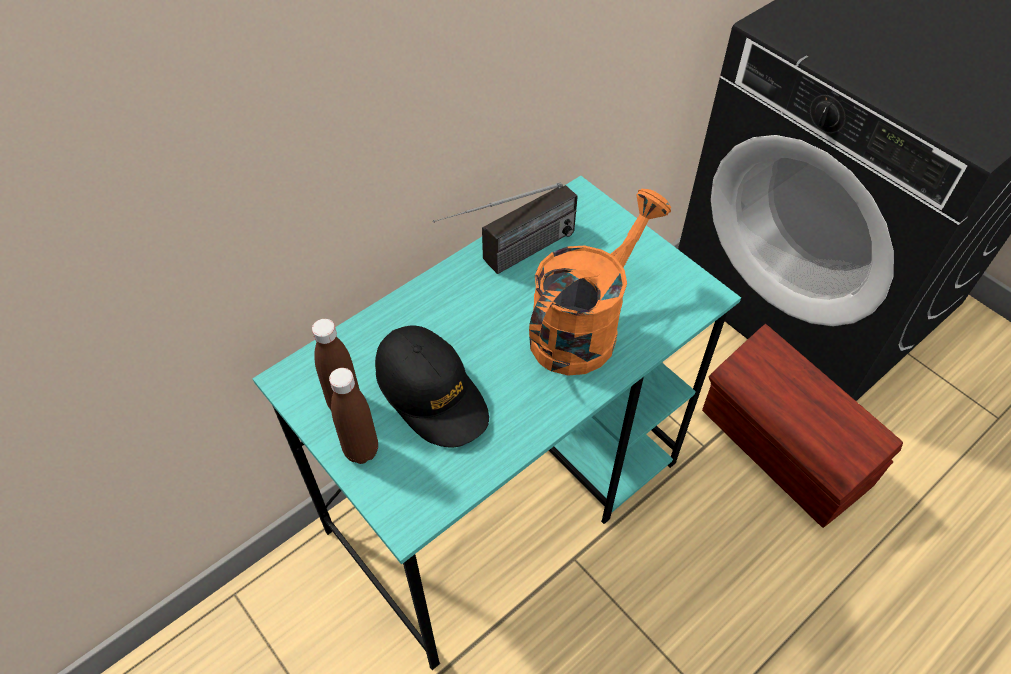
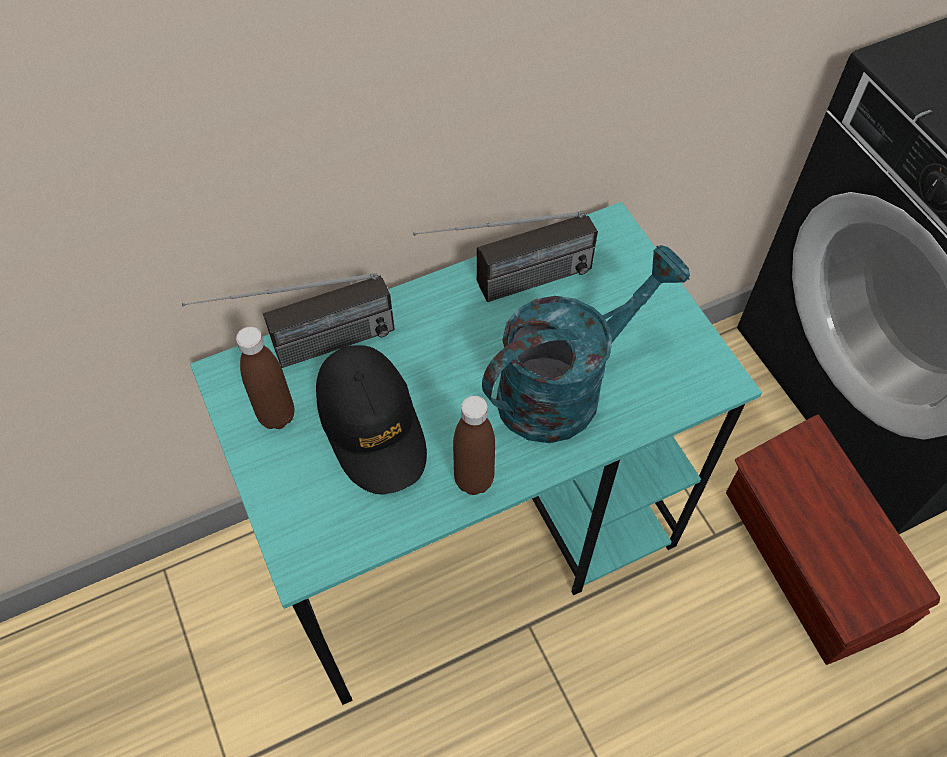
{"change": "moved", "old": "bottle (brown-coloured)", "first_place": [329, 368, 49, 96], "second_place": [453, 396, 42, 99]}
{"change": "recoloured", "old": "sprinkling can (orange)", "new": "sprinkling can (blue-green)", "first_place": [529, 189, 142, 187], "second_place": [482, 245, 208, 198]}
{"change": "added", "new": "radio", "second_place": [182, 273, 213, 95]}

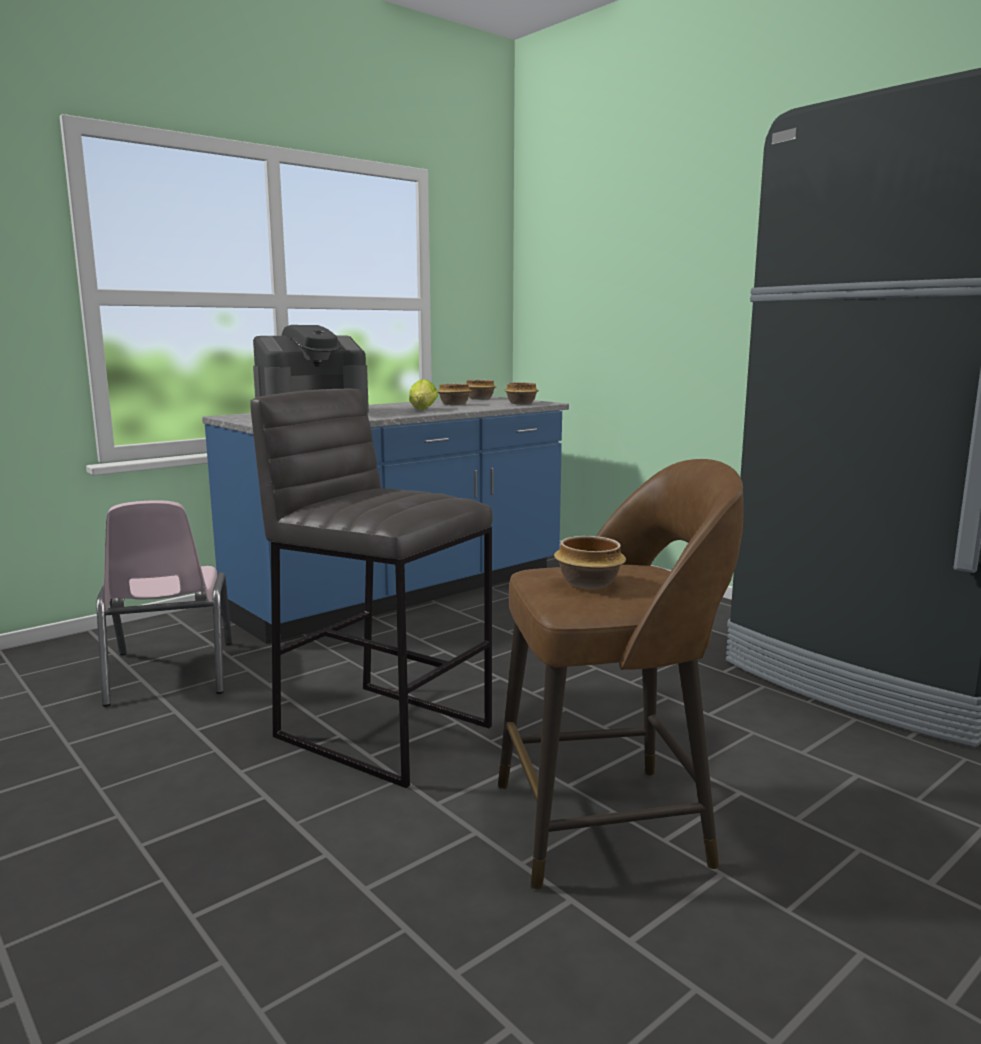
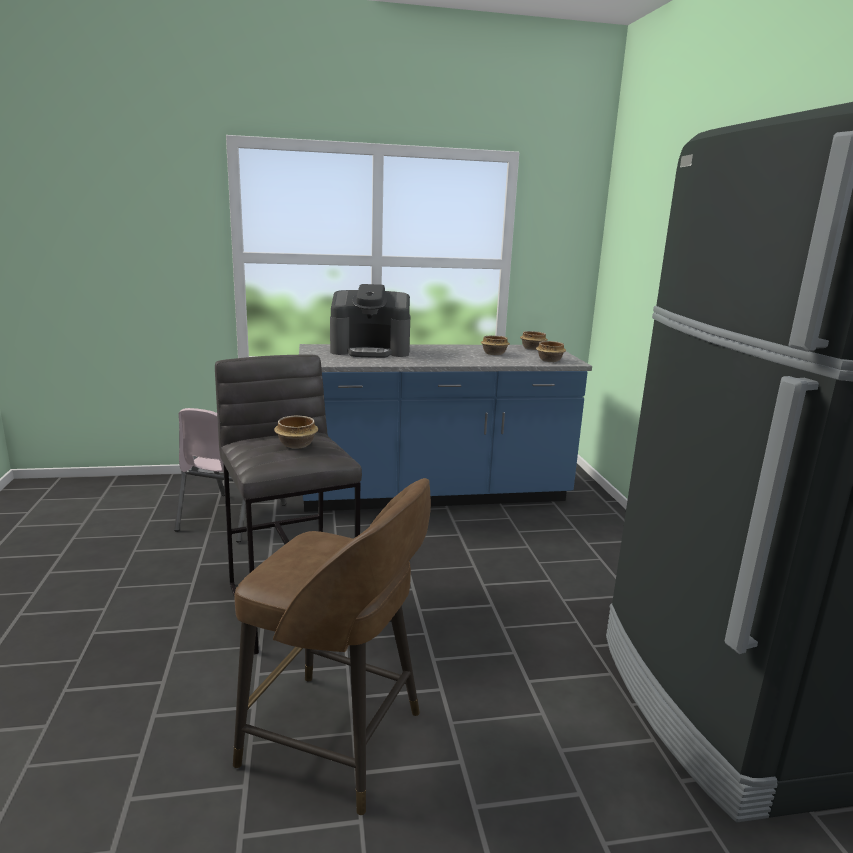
{"change": "removed", "old": "lettuce", "first_place": [409, 379, 29, 30]}
{"change": "moved", "old": "serving bowl", "first_place": [554, 536, 72, 53], "second_place": [274, 415, 44, 34]}

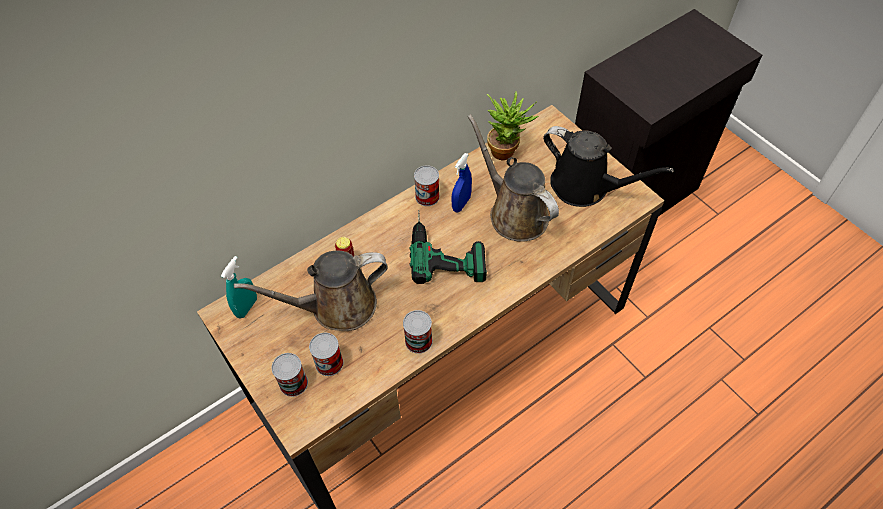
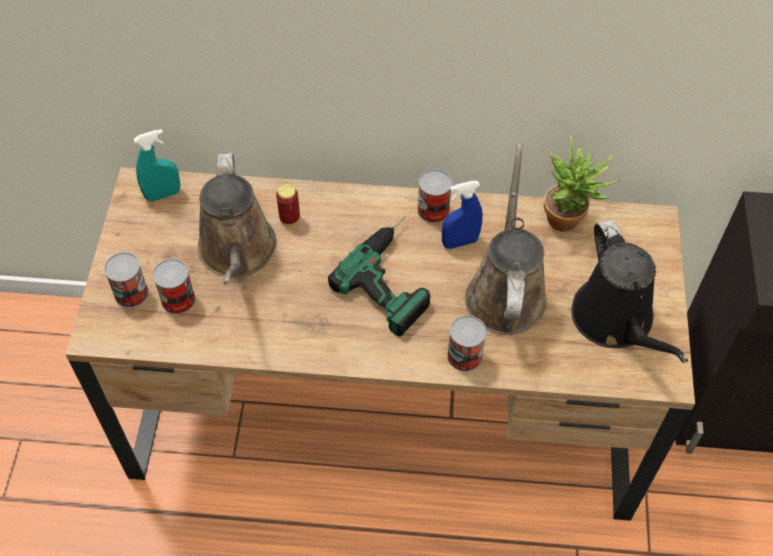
{"change": "turned", "old": "sprinkling can (brown-coloured)", "first_place": [234, 250, 154, 81], "second_place": [198, 153, 79, 131], "degrees": -120}
{"change": "moved", "old": "can", "first_place": [403, 310, 30, 44], "second_place": [447, 315, 40, 57]}

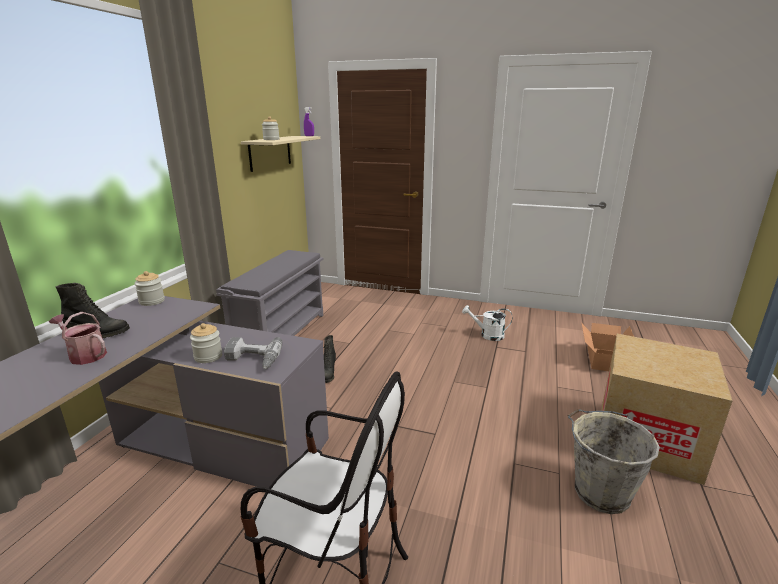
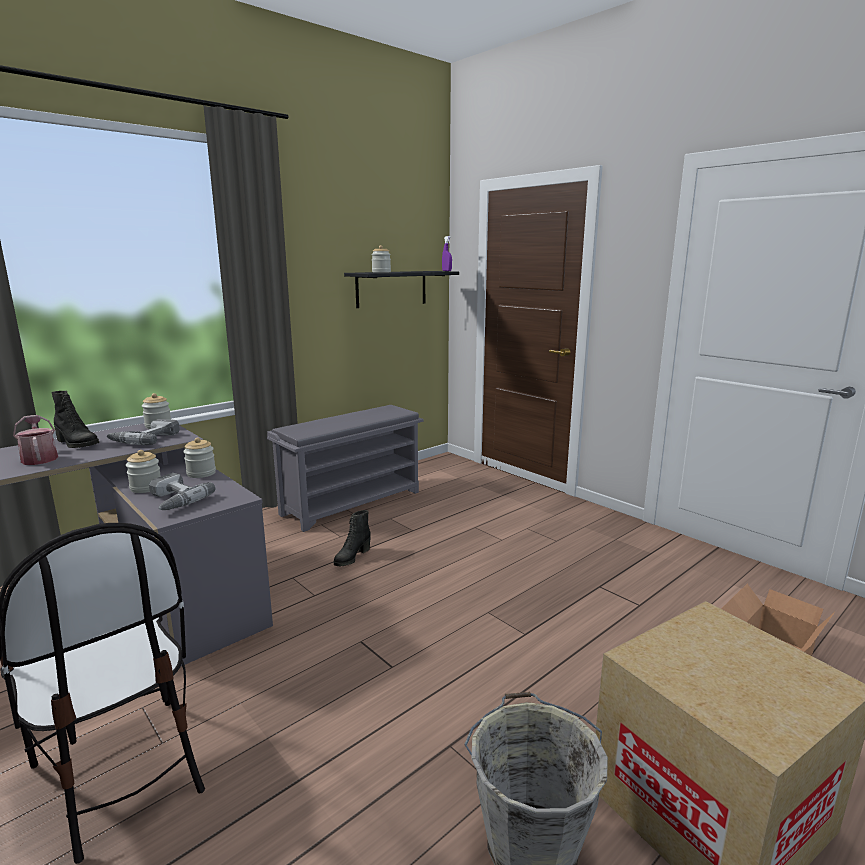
{"change": "recoloured", "old": "bracket shelf (sand-coloured)", "new": "bracket shelf (black)", "first_place": [241, 136, 79, 36], "second_place": [344, 271, 115, 37]}
{"change": "removed", "old": "sprinkling can (whitish)", "first_place": [462, 305, 50, 36]}
{"change": "added", "new": "drill", "second_place": [107, 419, 73, 26]}
{"change": "added", "new": "jar", "second_place": [183, 438, 33, 40]}

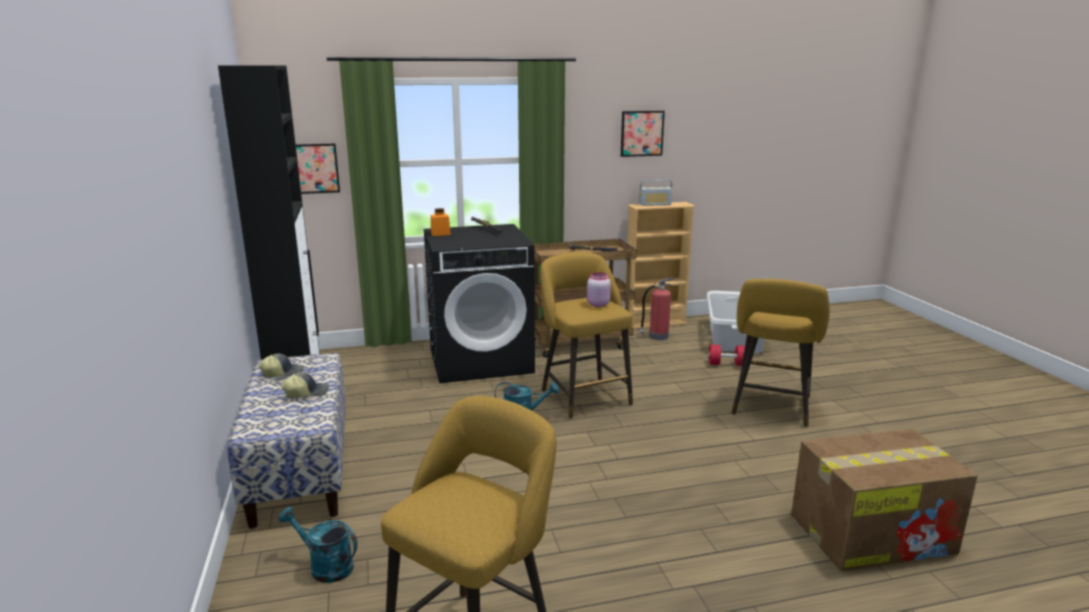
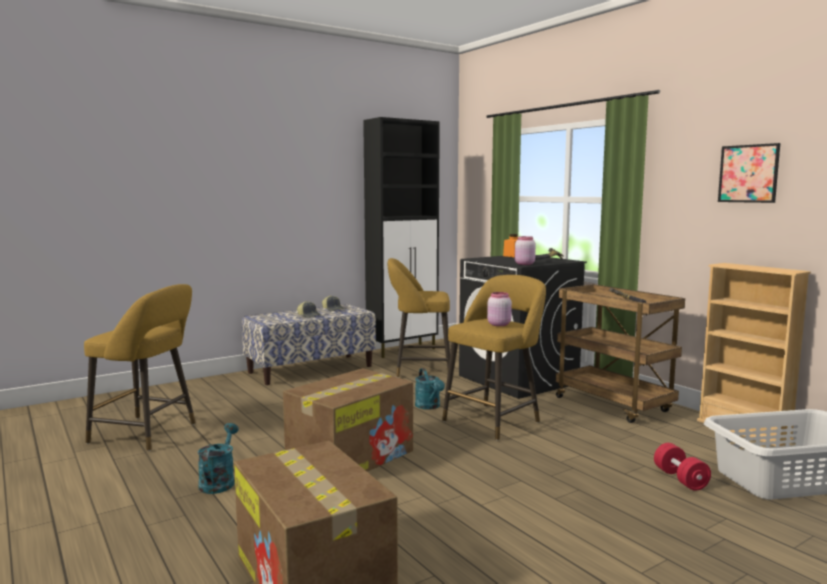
{"change": "moved", "old": "sprinkling can (blue-green)", "first_place": [279, 507, 79, 76], "second_place": [198, 423, 41, 71]}
{"change": "removed", "old": "picture", "first_place": [296, 144, 44, 50]}
{"change": "removed", "old": "radio", "first_place": [639, 180, 33, 26]}
{"change": "removed", "old": "extinguisher", "first_place": [640, 278, 34, 62]}
{"change": "moved", "old": "sitting stool (yellow-coloured)", "first_place": [731, 279, 99, 148], "second_place": [387, 258, 63, 120]}
{"change": "added", "new": "carton", "second_place": [283, 368, 130, 104]}
{"change": "added", "new": "jar (pink-coloured)", "second_place": [515, 236, 21, 29]}

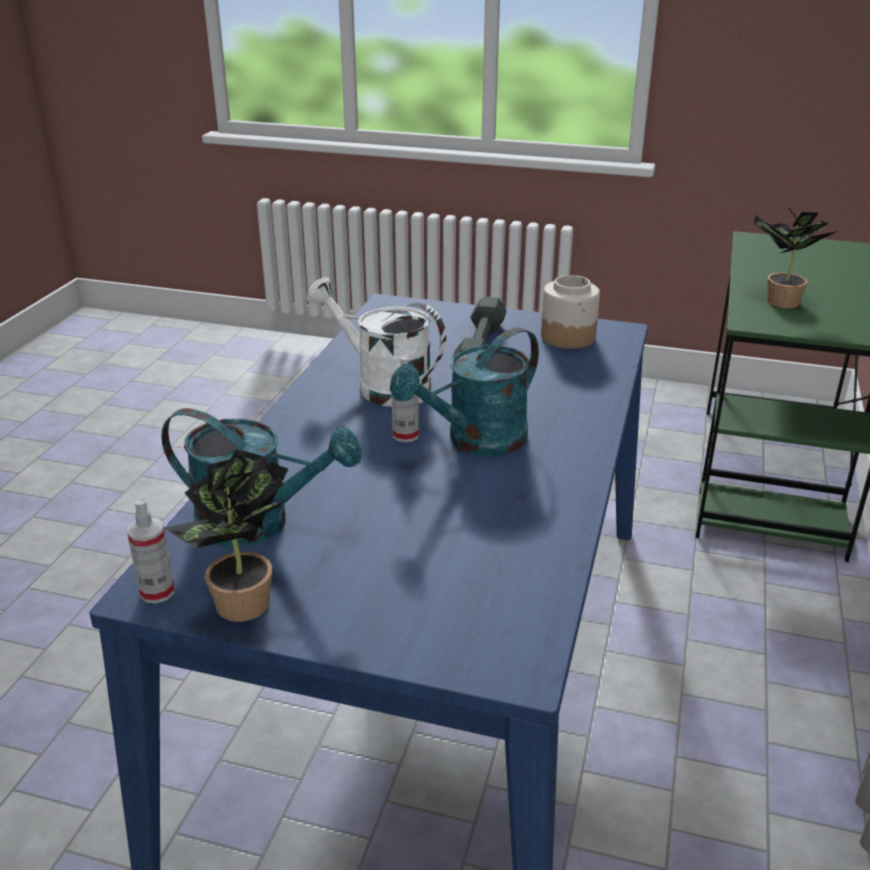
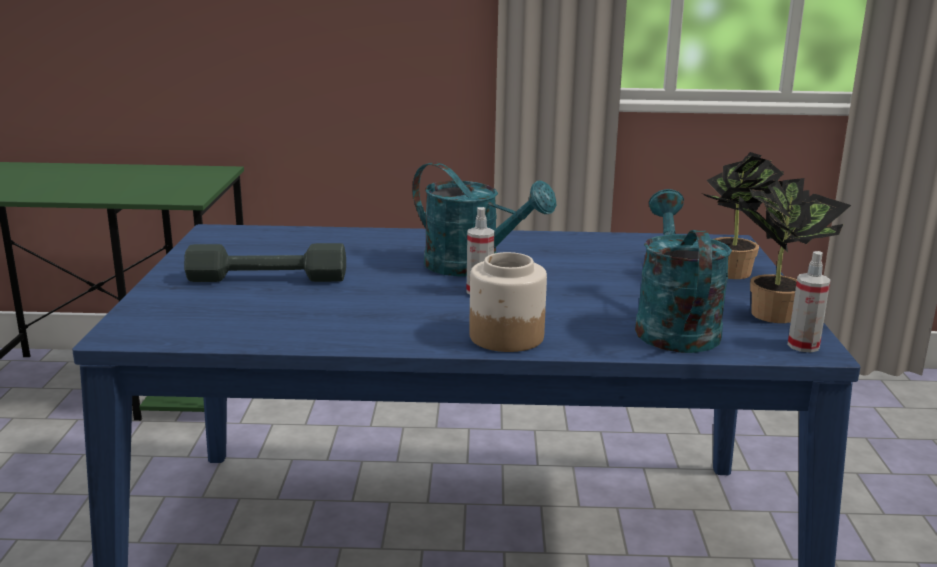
{"change": "removed", "old": "sprinkling can (whitish)", "first_place": [307, 277, 139, 130]}
{"change": "moved", "old": "jar", "first_place": [541, 275, 59, 74], "second_place": [469, 252, 78, 100]}
{"change": "moved", "old": "potted plant", "first_place": [754, 208, 83, 100], "second_place": [702, 152, 82, 127]}

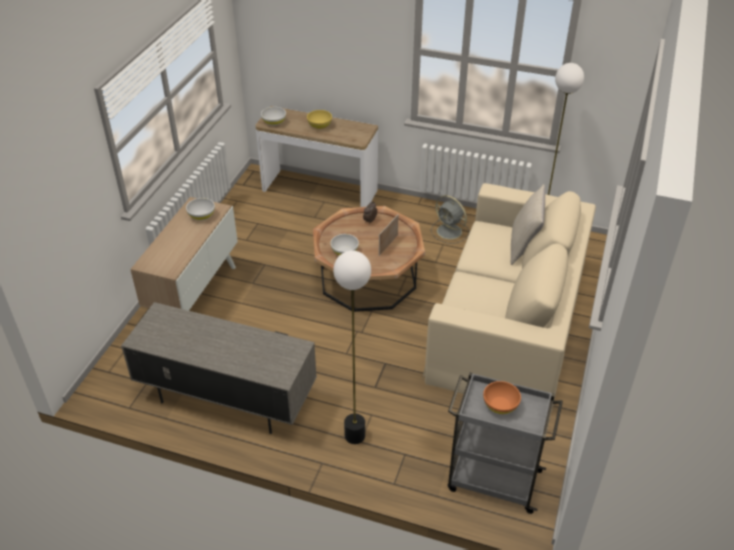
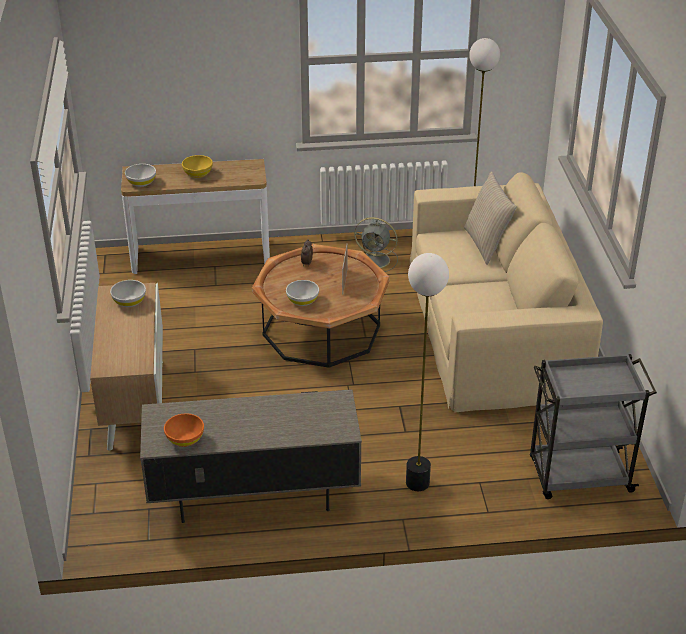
{"change": "moved", "old": "serving bowl (orange)", "first_place": [483, 381, 38, 33], "second_place": [164, 414, 40, 33]}

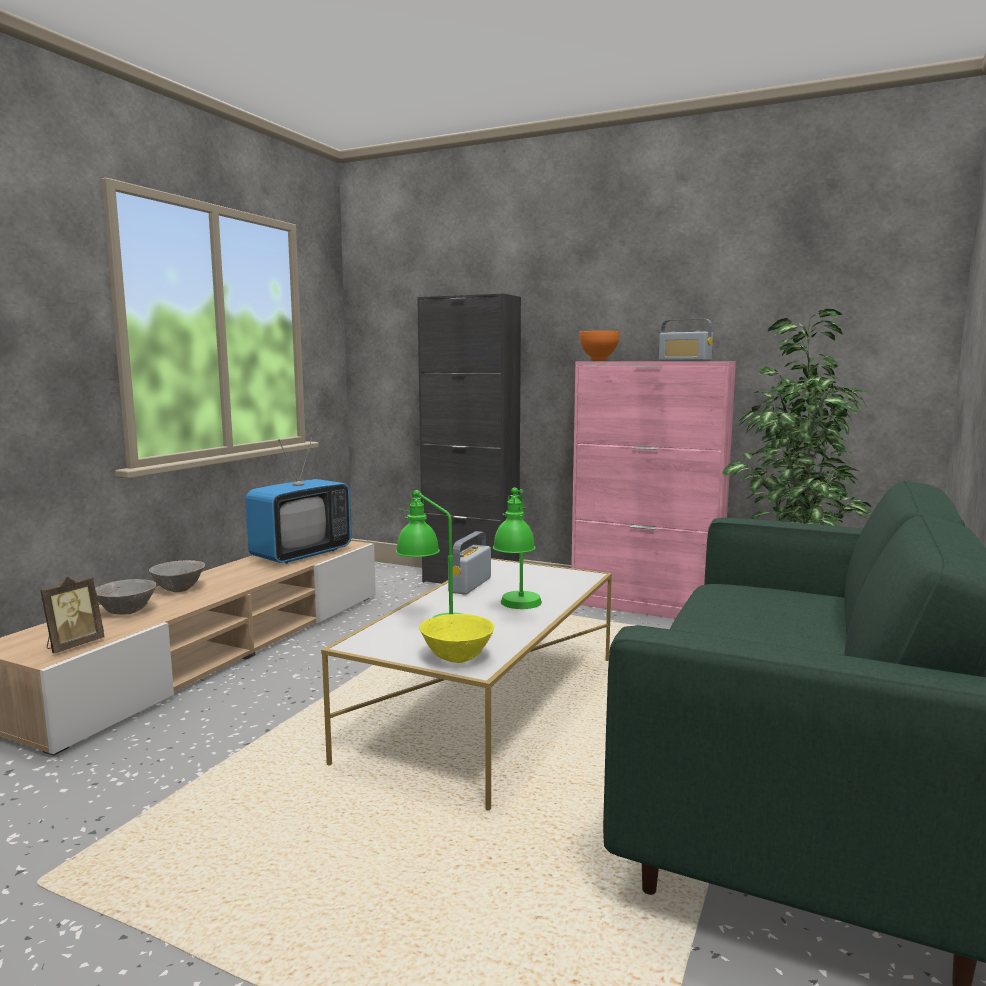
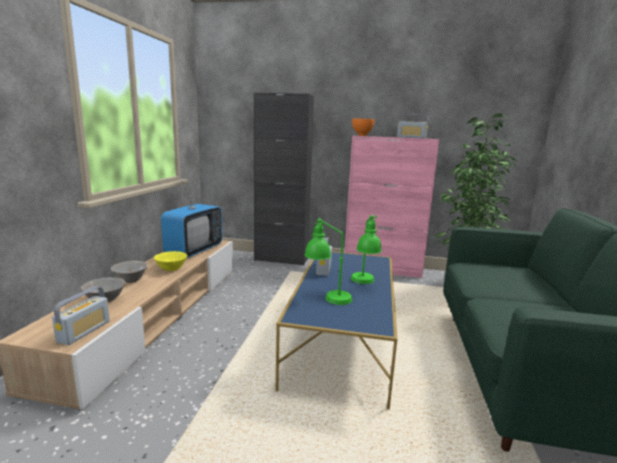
{"change": "replaced", "old": "picture frame", "new": "radio", "first_place": [40, 577, 65, 76], "second_place": [52, 286, 58, 59]}
{"change": "recoloured", "old": "coffee table (whitish)", "new": "coffee table (bluish)", "first_place": [321, 558, 291, 253], "second_place": [276, 252, 122, 158]}
{"change": "moved", "old": "serving bowl (yellow-coloured)", "first_place": [420, 614, 74, 49], "second_place": [154, 251, 33, 20]}

